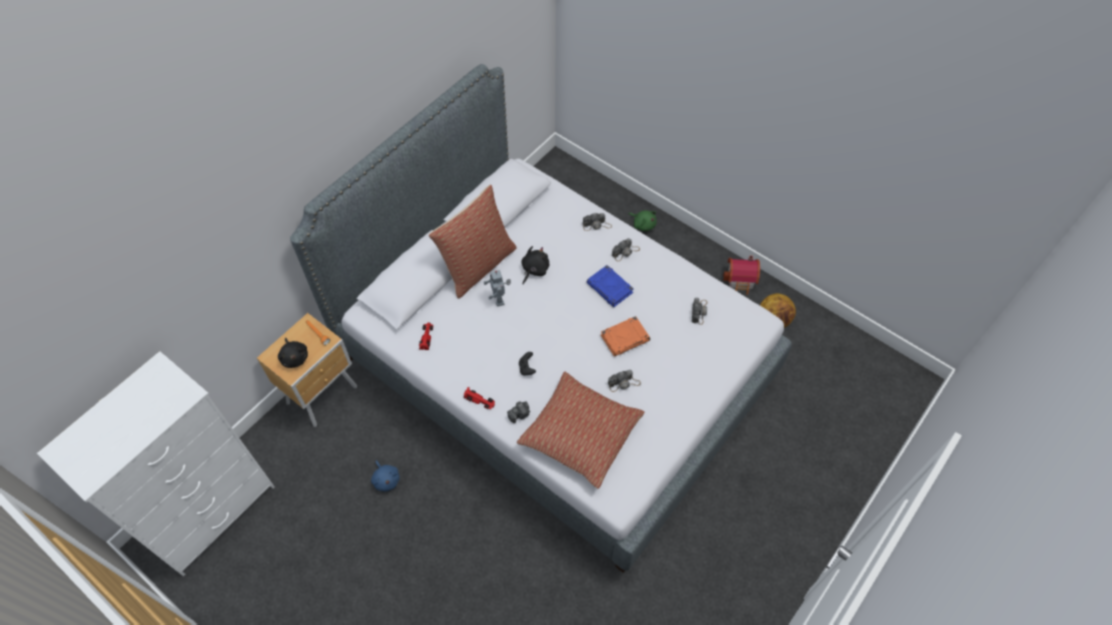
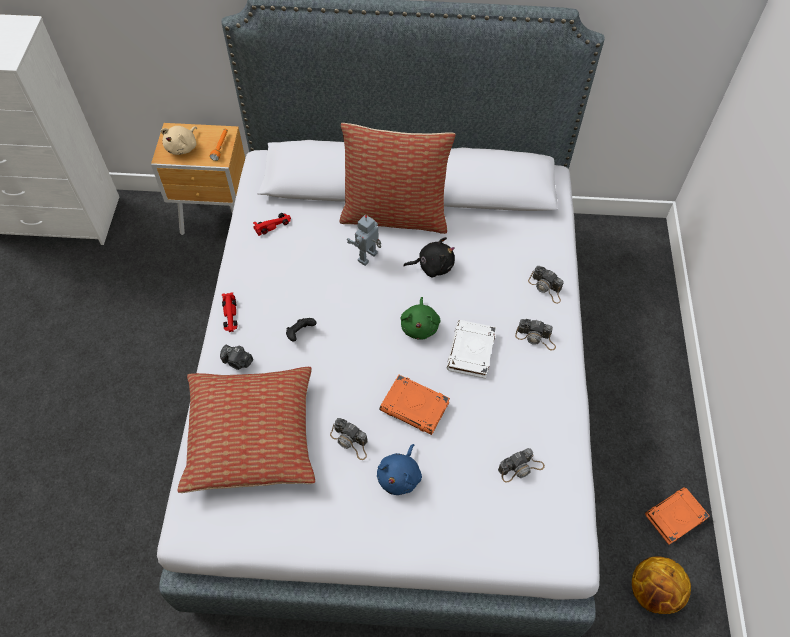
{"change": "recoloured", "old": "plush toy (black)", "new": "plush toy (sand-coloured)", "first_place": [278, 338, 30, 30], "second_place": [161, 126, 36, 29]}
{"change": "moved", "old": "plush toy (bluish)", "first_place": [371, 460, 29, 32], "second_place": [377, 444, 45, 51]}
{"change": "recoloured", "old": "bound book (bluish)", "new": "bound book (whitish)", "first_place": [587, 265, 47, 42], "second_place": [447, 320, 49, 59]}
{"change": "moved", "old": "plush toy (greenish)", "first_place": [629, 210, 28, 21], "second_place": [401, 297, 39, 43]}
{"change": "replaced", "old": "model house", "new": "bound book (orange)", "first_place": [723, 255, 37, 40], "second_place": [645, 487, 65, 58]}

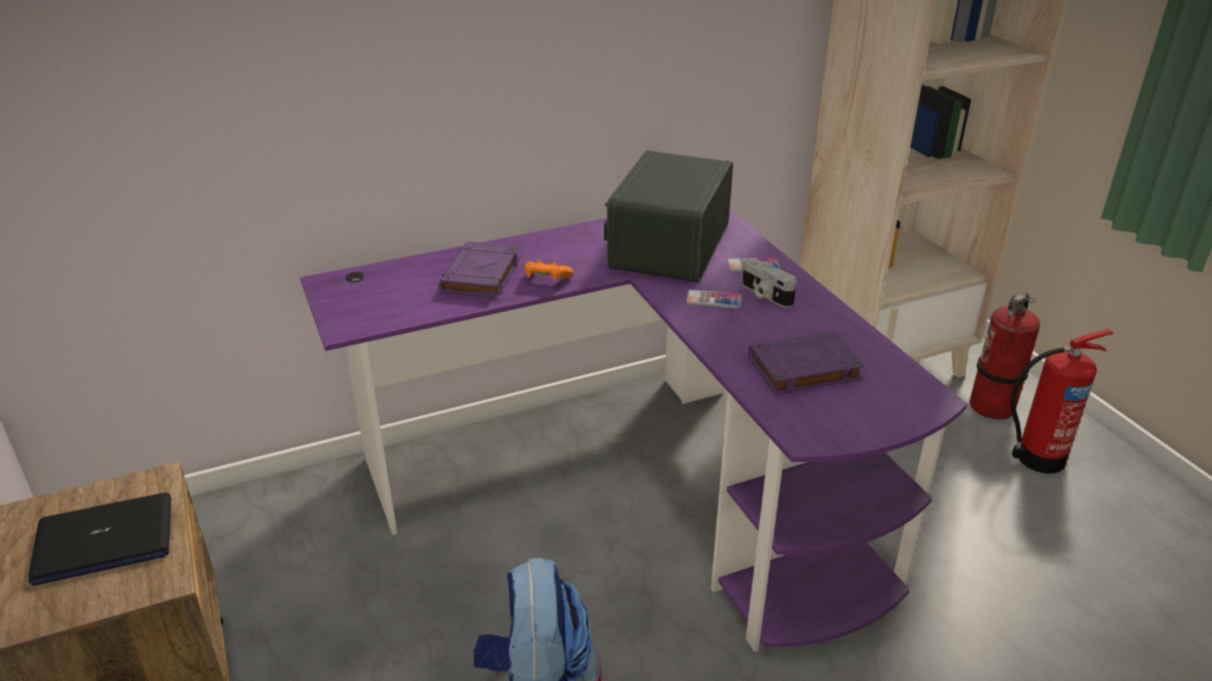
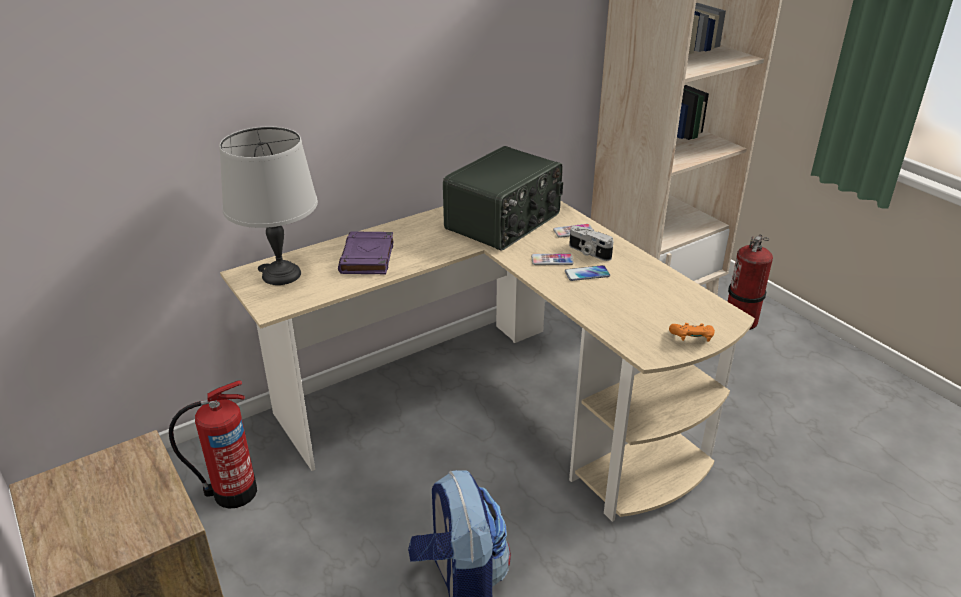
{"change": "removed", "old": "laptop", "first_place": [28, 493, 143, 93]}
{"change": "recoloured", "old": "desk unit (purple-coloured)", "new": "desk unit (sand-coloured)", "first_place": [300, 210, 667, 442], "second_place": [220, 201, 535, 321]}
{"change": "moved", "old": "joypad (orange)", "first_place": [524, 260, 49, 21], "second_place": [669, 323, 46, 19]}
{"change": "turned", "old": "radio", "first_place": [604, 150, 129, 133], "second_place": [443, 146, 120, 105], "degrees": -150}
{"change": "removed", "old": "bound book (purple-coloured)", "first_place": [748, 331, 117, 64]}
{"change": "moved", "old": "extinguisher", "first_place": [1011, 329, 102, 145], "second_place": [169, 380, 88, 129]}
{"change": "added", "new": "lamp for a table (gray)", "second_place": [219, 127, 99, 158]}
{"change": "added", "new": "telephone", "second_place": [565, 265, 45, 16]}

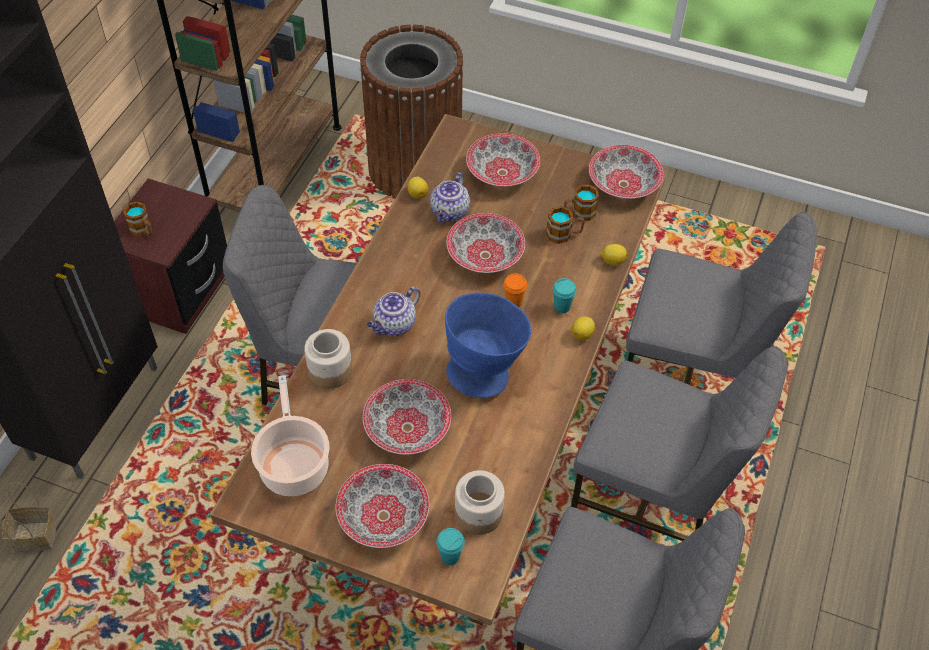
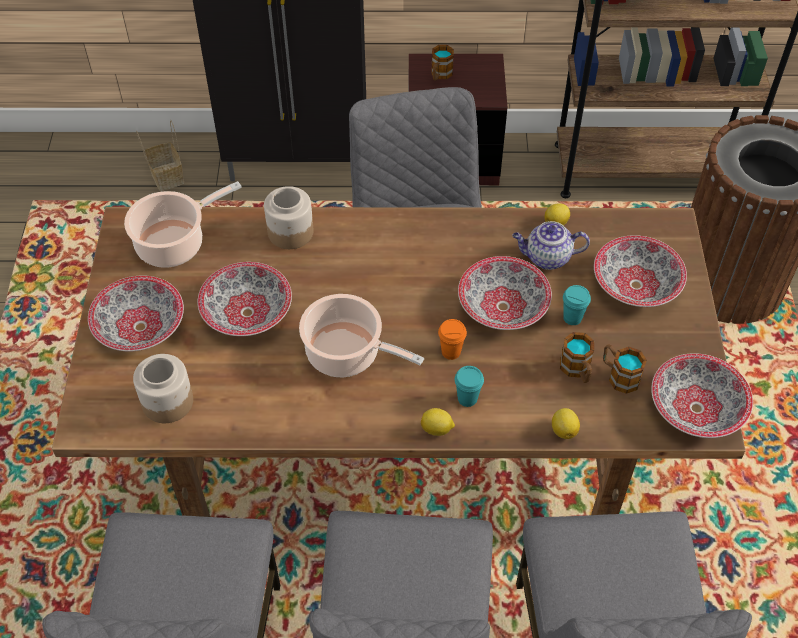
{"change": "removed", "old": "teapot", "first_place": [367, 287, 53, 49]}
{"change": "moved", "old": "small cup (blue-green)", "first_place": [436, 528, 29, 37], "second_place": [563, 285, 28, 40]}
{"change": "replaced", "old": "serving bowl (bluish)", "new": "stockpot", "first_place": [445, 293, 86, 105], "second_place": [299, 294, 125, 83]}

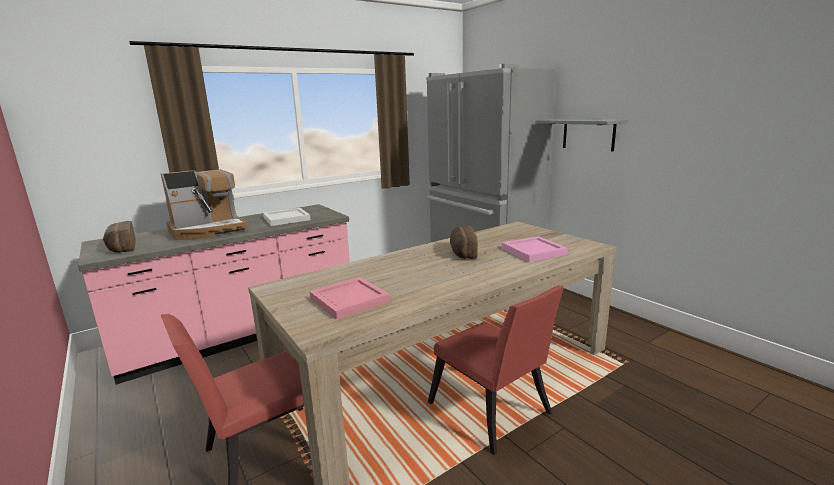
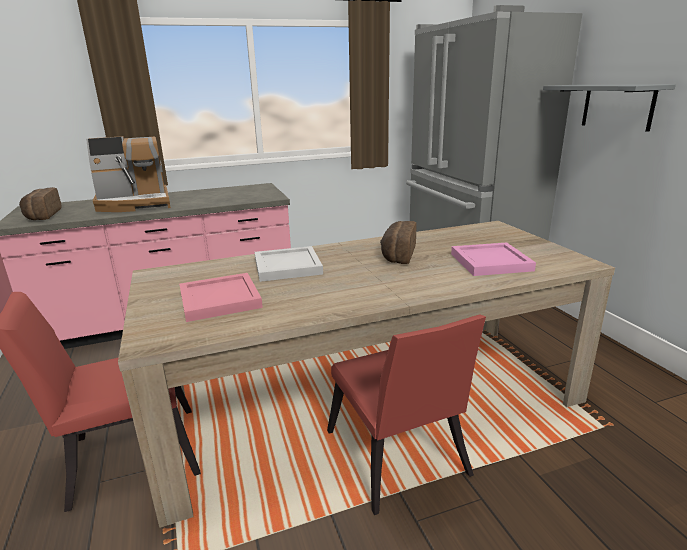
{"change": "moved", "old": "tray (whitish)", "first_place": [263, 208, 48, 18], "second_place": [255, 246, 68, 36]}

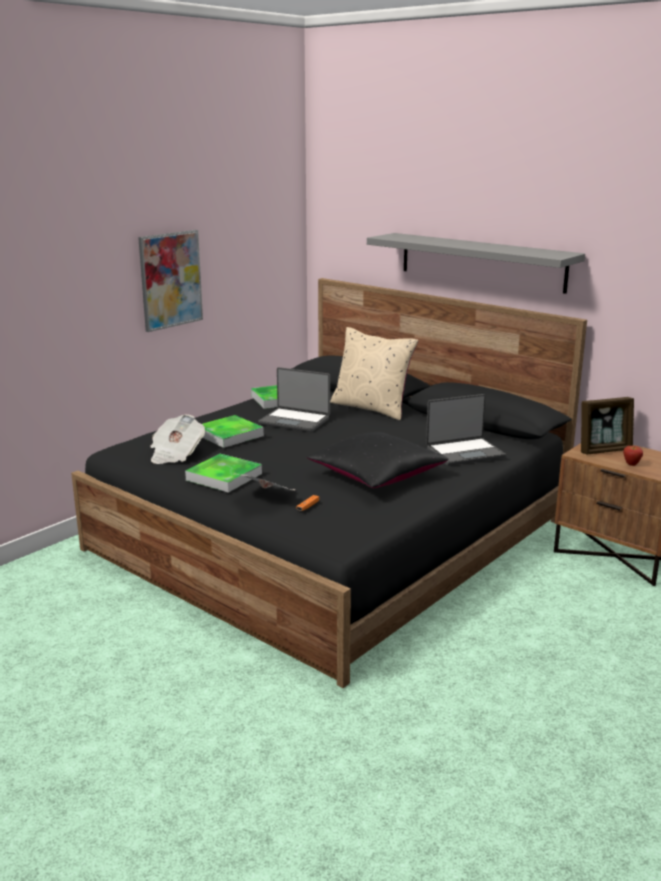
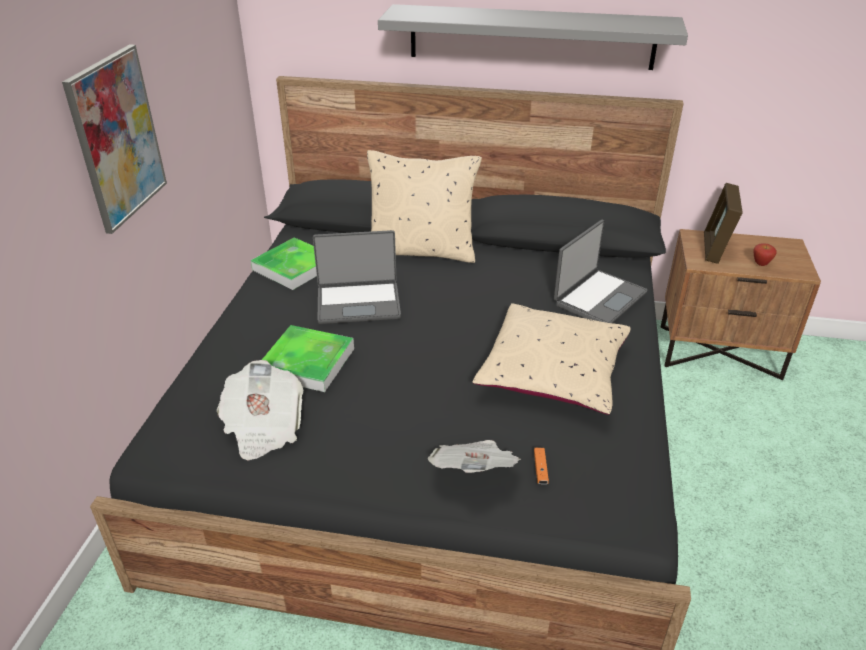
{"change": "removed", "old": "tray", "first_place": [185, 454, 77, 39]}
{"change": "recoloured", "old": "cushion (black)", "new": "cushion (sand-coloured)", "first_place": [307, 432, 142, 56], "second_place": [473, 303, 158, 112]}
{"change": "turned", "old": "picture frame", "first_place": [581, 397, 53, 58], "second_place": [704, 183, 39, 81], "degrees": 150}

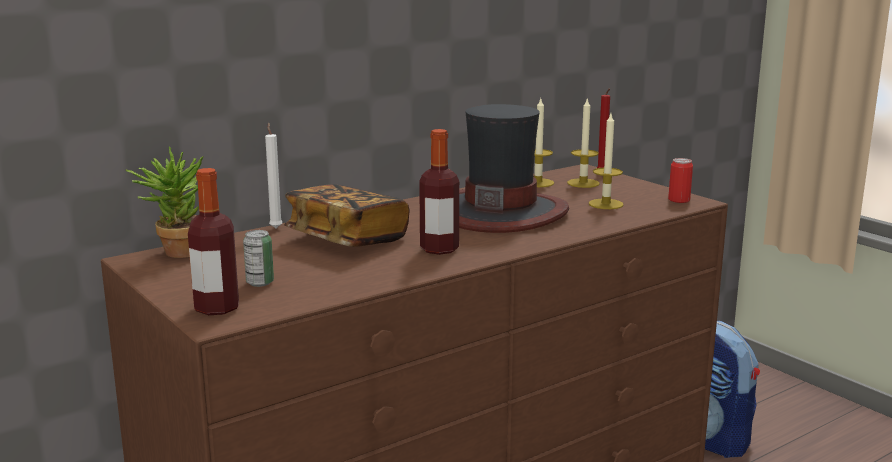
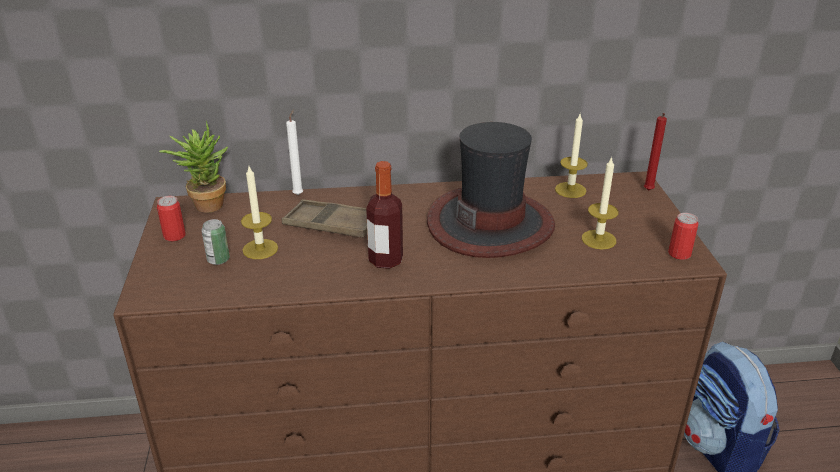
{"change": "removed", "old": "bottle", "first_place": [188, 168, 51, 147]}
{"change": "replaced", "old": "bound book", "new": "tray (brown-coloured)", "first_place": [284, 184, 126, 63], "second_place": [282, 199, 85, 38]}
{"change": "moved", "old": "candle", "first_place": [567, 97, 33, 91], "second_place": [241, 166, 37, 93]}
{"change": "added", "new": "can", "second_place": [157, 196, 29, 45]}

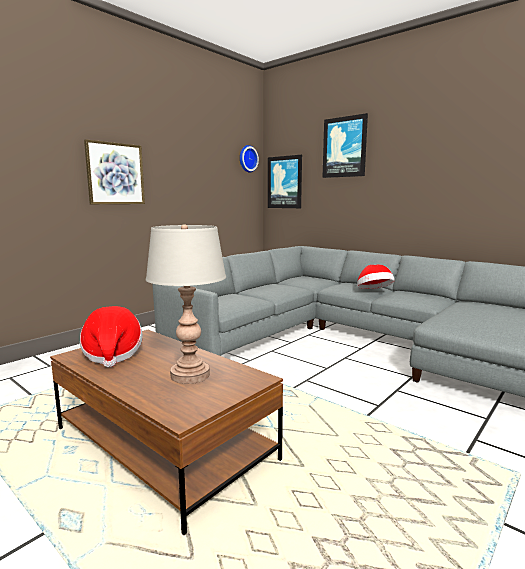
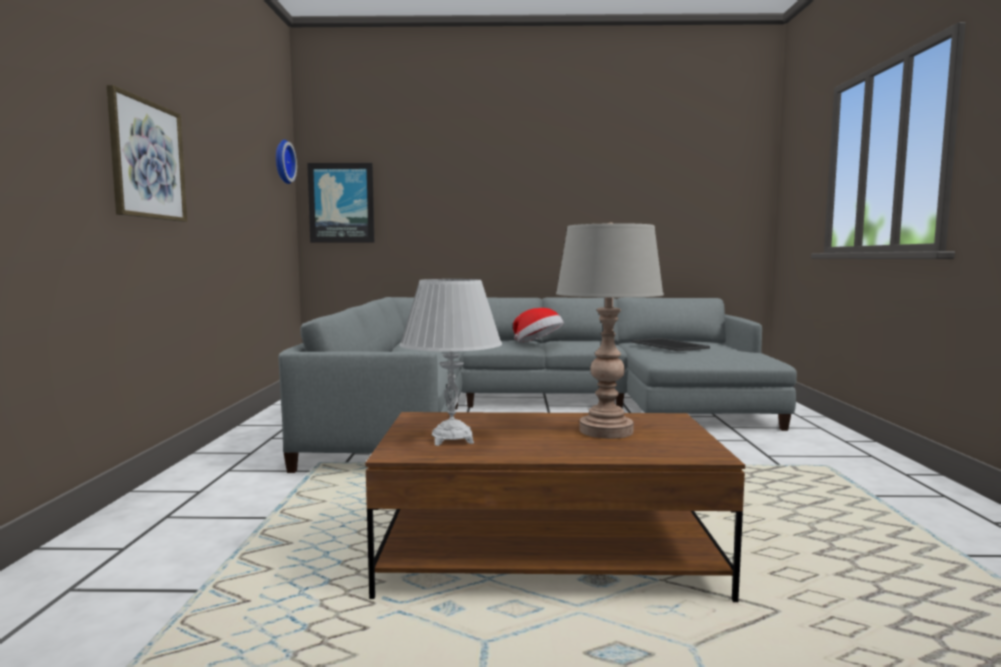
{"change": "replaced", "old": "clothing hat", "new": "lamp for a table (whitish)", "first_place": [80, 306, 63, 62], "second_place": [400, 279, 102, 167]}
{"change": "removed", "old": "picture", "first_place": [322, 113, 46, 65]}
{"change": "added", "new": "tray", "second_place": [631, 338, 79, 13]}

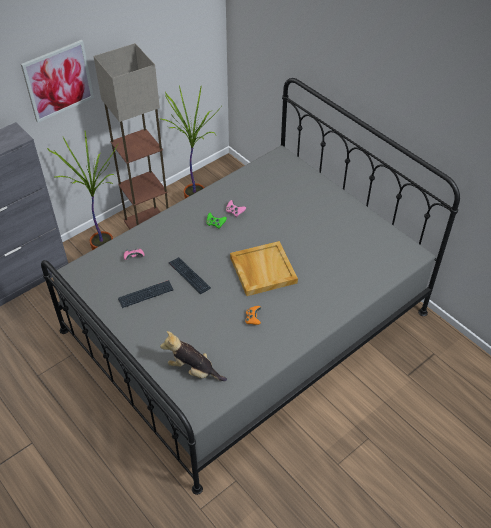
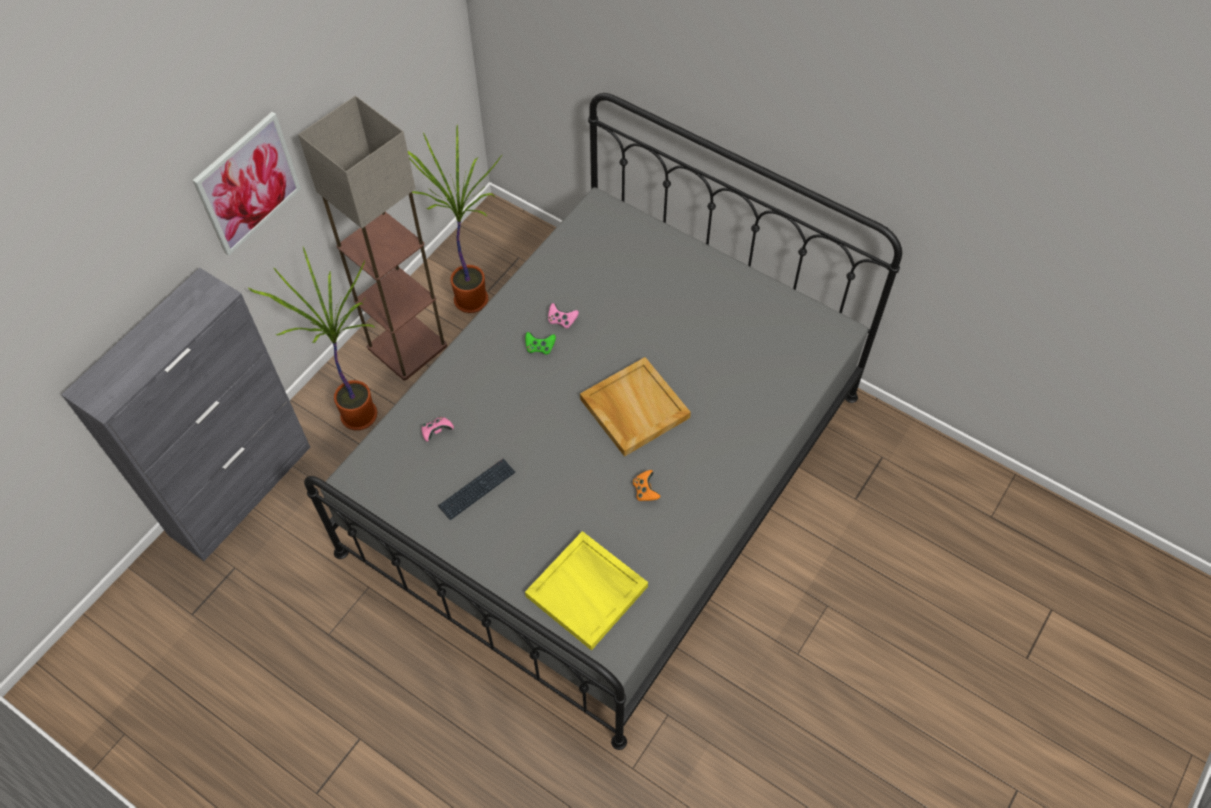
{"change": "replaced", "old": "plush toy", "new": "tray (yellow-coloured)", "first_place": [160, 331, 67, 50], "second_place": [525, 531, 123, 120]}
{"change": "removed", "old": "PC keyboard", "first_place": [169, 257, 42, 37]}

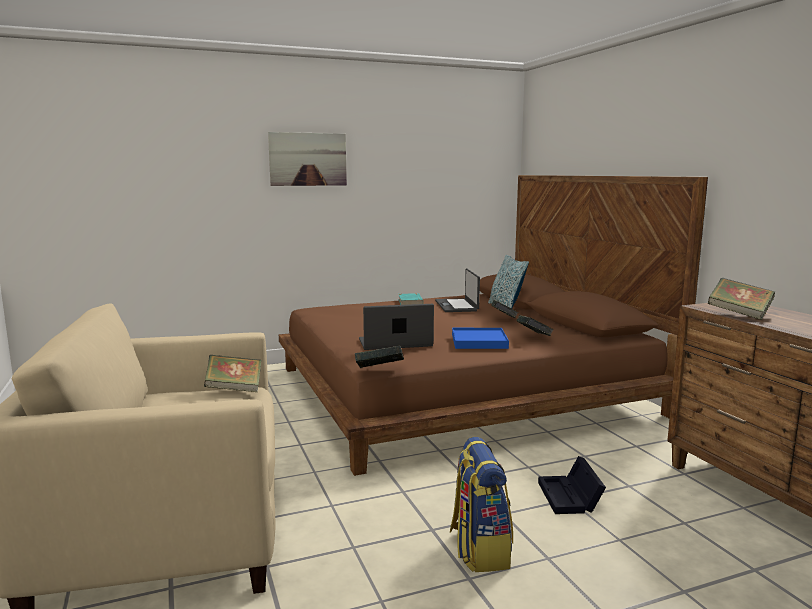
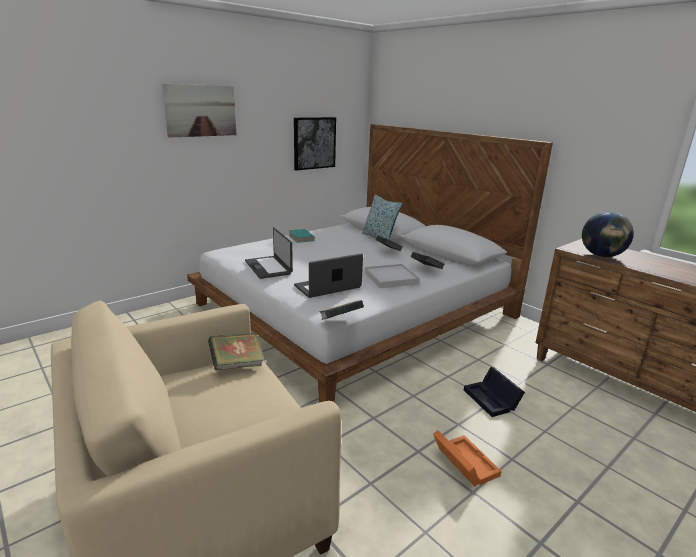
{"change": "recoloured", "old": "bed (brown-coloured)", "new": "bed (whitish)", "first_place": [279, 175, 429, 301], "second_place": [187, 124, 366, 279]}
{"change": "moved", "old": "laptop", "first_place": [435, 268, 45, 44], "second_place": [245, 228, 48, 51]}
{"change": "replaced", "old": "knapsack", "new": "storage container (orange)", "first_place": [450, 437, 63, 135], "second_place": [433, 430, 69, 57]}
{"change": "recoloured", "old": "tray (bluish)", "new": "tray (whitish)", "first_place": [452, 328, 57, 21], "second_place": [365, 264, 55, 24]}
{"change": "replaced", "old": "bound book", "new": "globe", "first_place": [708, 278, 67, 42], "second_place": [582, 211, 52, 46]}
{"change": "added", "new": "picture", "second_place": [294, 117, 42, 54]}

